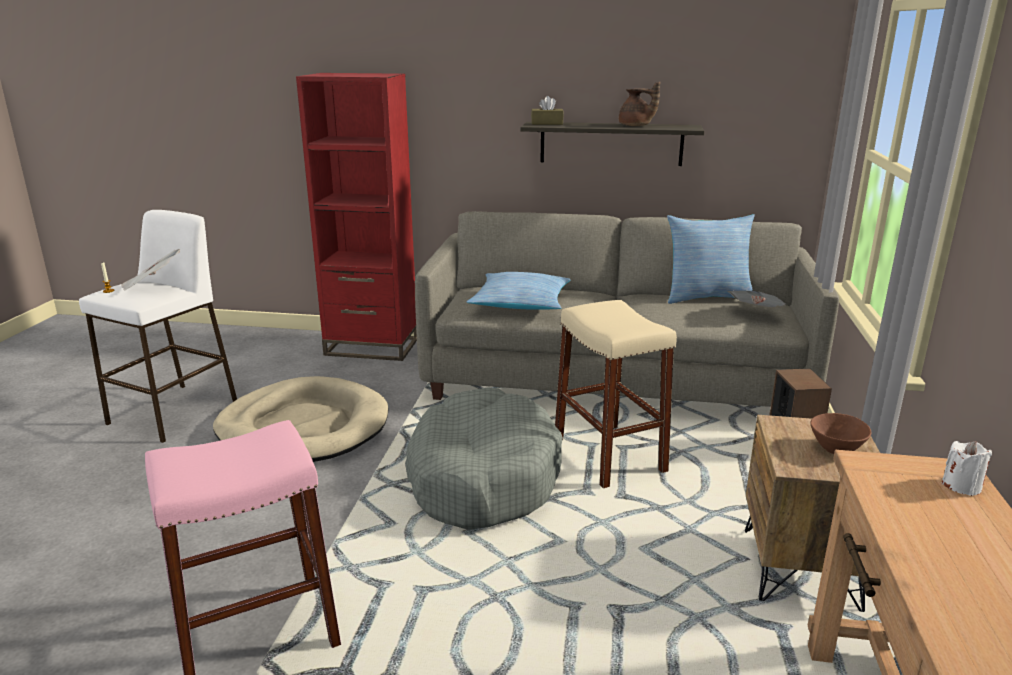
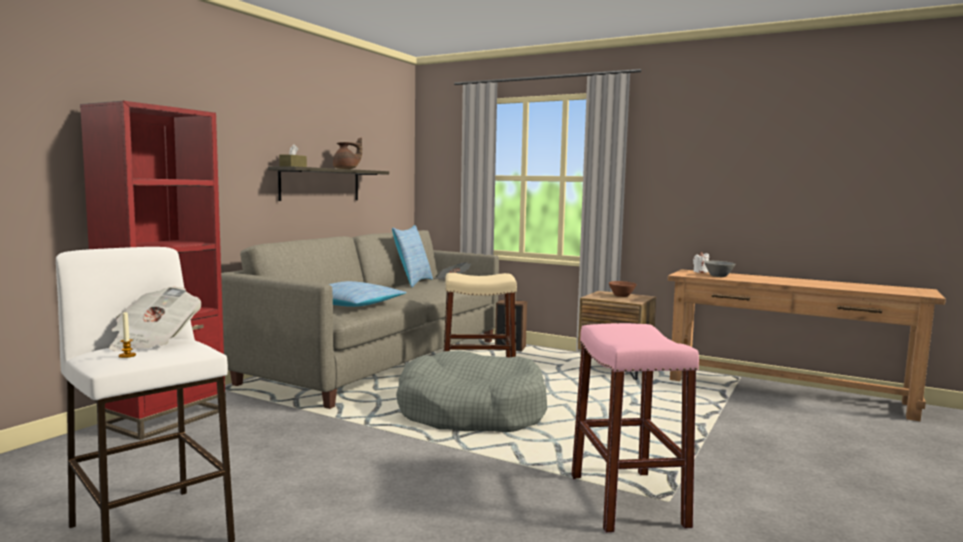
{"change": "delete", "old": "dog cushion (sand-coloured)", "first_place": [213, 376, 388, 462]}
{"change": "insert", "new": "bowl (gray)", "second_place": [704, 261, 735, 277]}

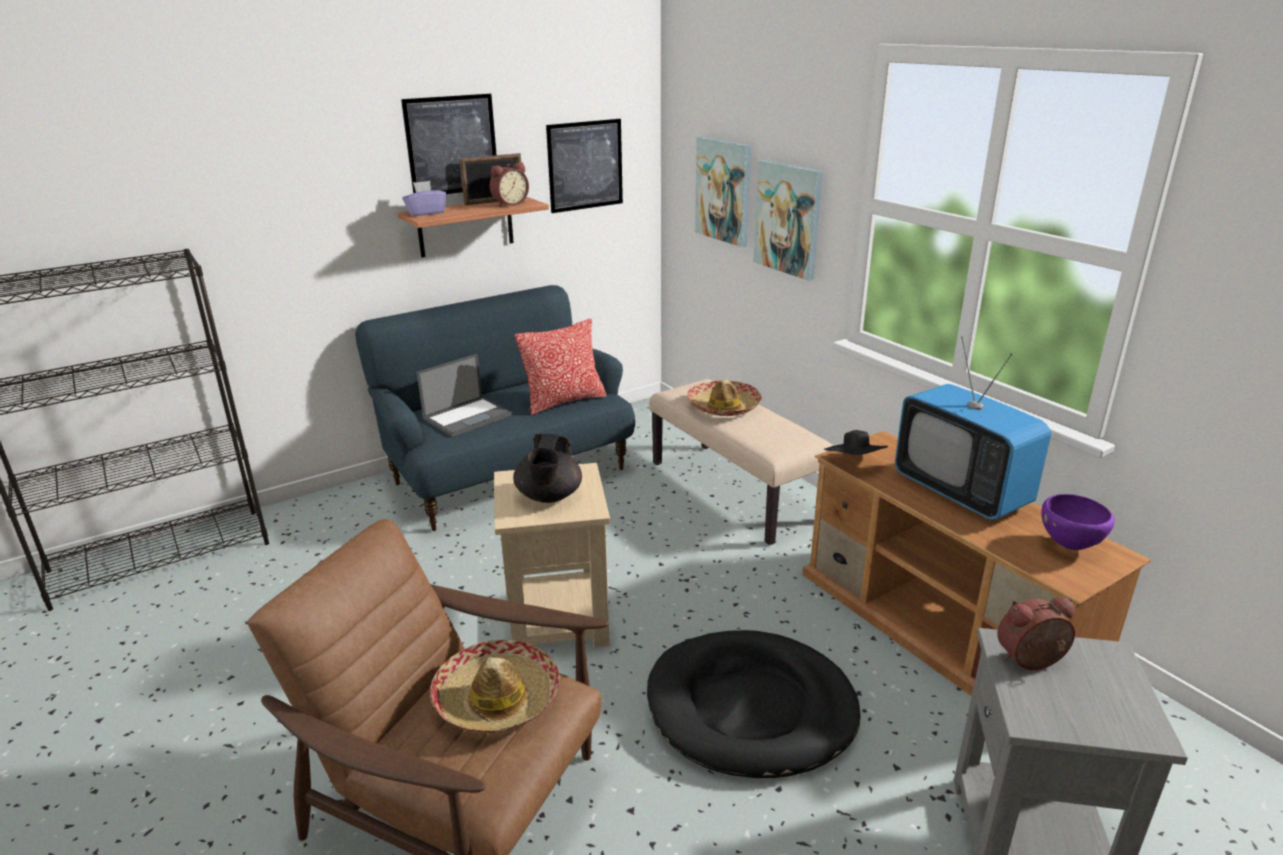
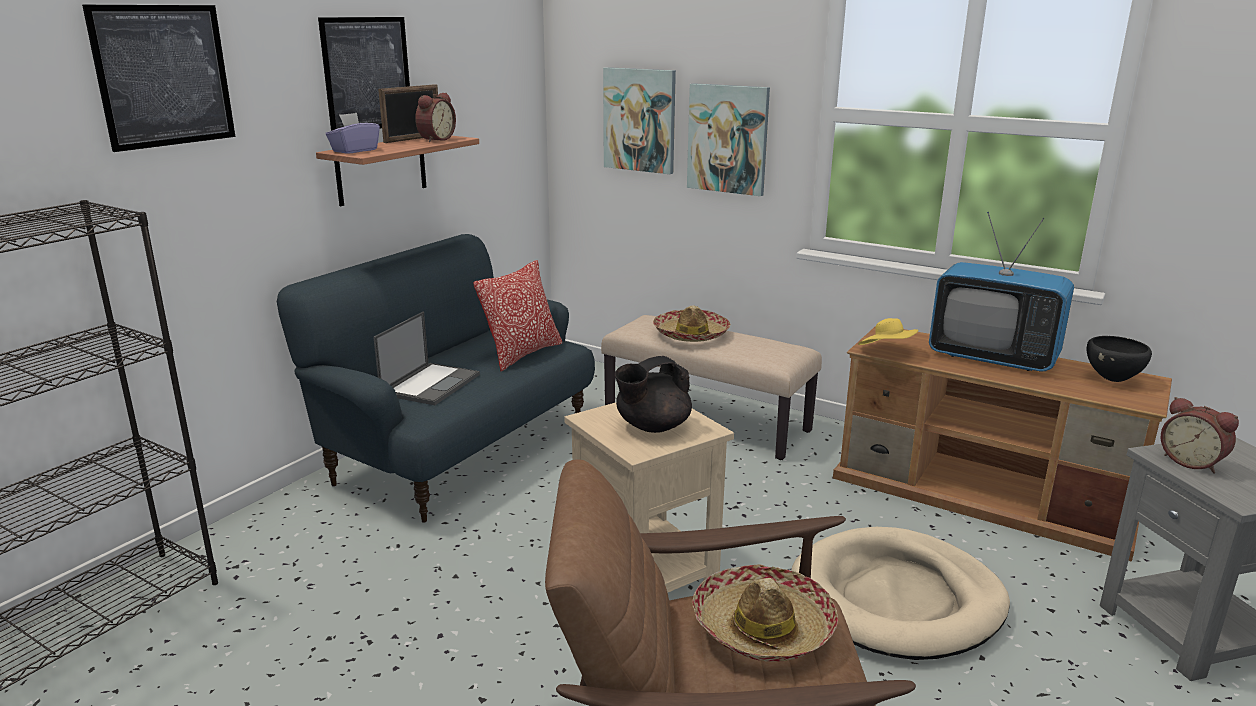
{"change": "rotate", "old": "pot for tea (blackish)", "first_place": [513, 433, 582, 503], "second_place": [615, 356, 692, 433], "degrees": 75}
{"change": "move", "old": "wall art", "first_place": [546, 119, 623, 213], "second_place": [82, 5, 235, 152]}
{"change": "recolor", "old": "dog cushion (blackish)", "new": "dog cushion (sand-coloured)", "first_place": [647, 630, 861, 778], "second_place": [791, 527, 1010, 660]}
{"change": "recolor", "old": "clothing hat (blackish)", "new": "clothing hat (yellow-coloured)", "first_place": [824, 430, 888, 455], "second_place": [858, 318, 919, 345]}
{"change": "rotate", "old": "bedside clock", "first_place": [997, 597, 1075, 670], "second_place": [1161, 397, 1239, 474], "degrees": -90}
{"change": "recolor", "old": "bowl (purplish)", "new": "bowl (blackish)", "first_place": [1041, 494, 1115, 550], "second_place": [1086, 336, 1152, 382]}

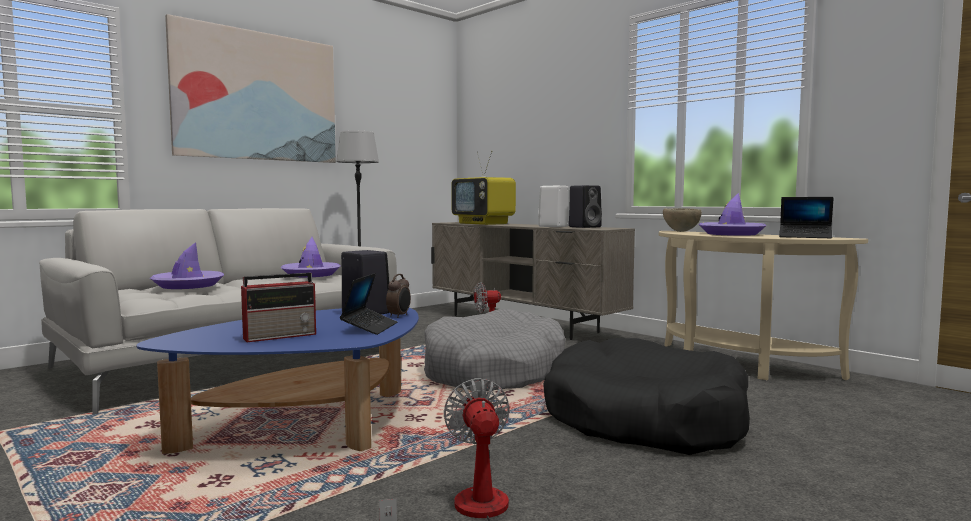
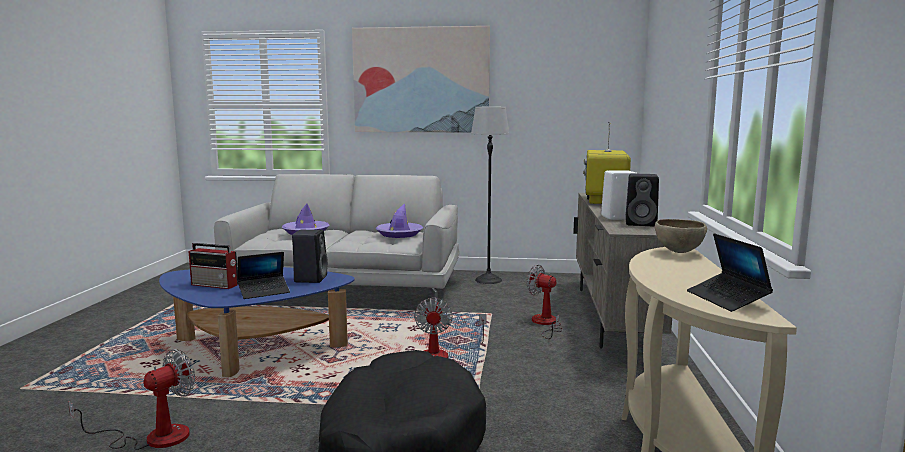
{"change": "delete", "old": "bedside clock", "first_place": [386, 274, 411, 318]}
{"change": "replace", "old": "dog cushion (gray)", "new": "electric fan", "first_place": [424, 309, 565, 391], "second_place": [414, 298, 487, 358]}
{"change": "delete", "old": "clothing hat (purplish)", "first_place": [699, 193, 767, 236]}

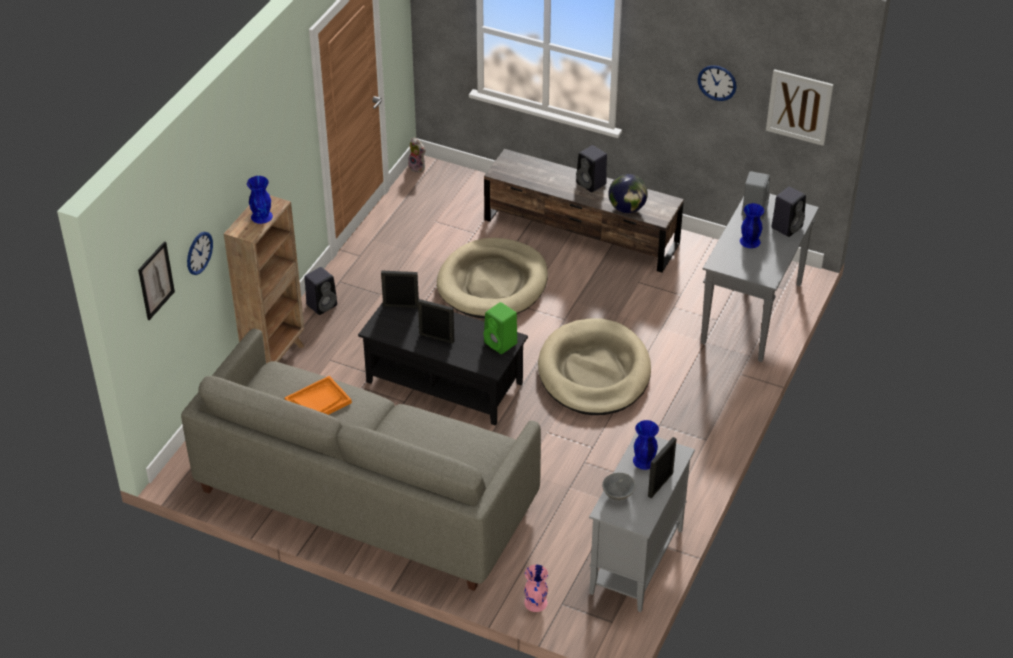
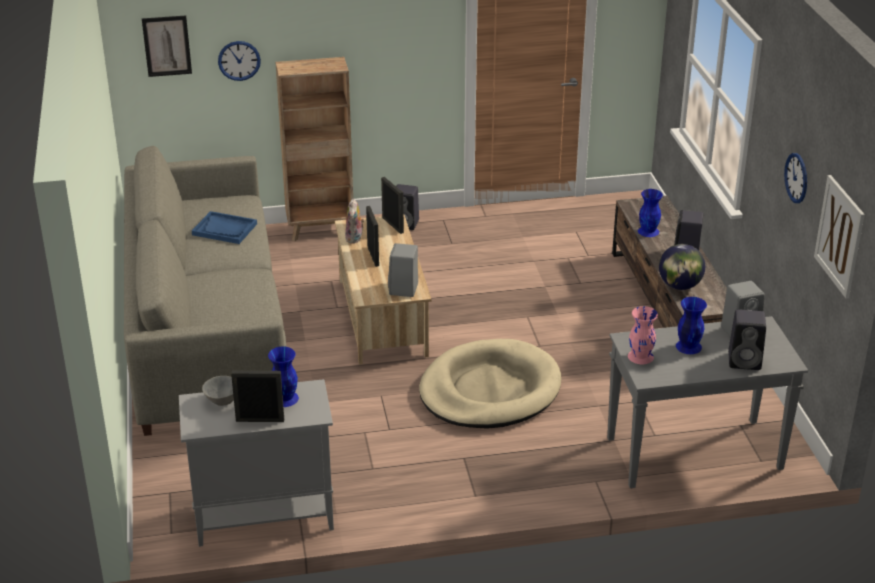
{"change": "move", "old": "flower vase (blue-coloured)", "first_place": [247, 176, 273, 224], "second_place": [638, 189, 663, 237]}
{"change": "recolor", "old": "carrying tray (orangey)", "new": "carrying tray (blue-coloured)", "first_place": [285, 376, 352, 415], "second_place": [192, 211, 257, 244]}
{"change": "recolor", "old": "low table (blackish)", "new": "low table (sand-coloured)", "first_place": [358, 302, 528, 426], "second_place": [335, 215, 432, 365]}
{"change": "move", "old": "cuddly toy", "first_place": [408, 138, 426, 173], "second_place": [345, 198, 365, 244]}
{"change": "delete", "old": "dog cushion (sand-coloured)", "first_place": [437, 238, 548, 318]}
{"change": "recolor", "old": "audio speaker (green-coloured)", "new": "audio speaker (gray)", "first_place": [483, 302, 517, 354], "second_place": [388, 243, 418, 297]}
{"change": "move", "old": "flower vase (pink-coloured)", "first_place": [524, 565, 548, 612], "second_place": [628, 306, 658, 364]}

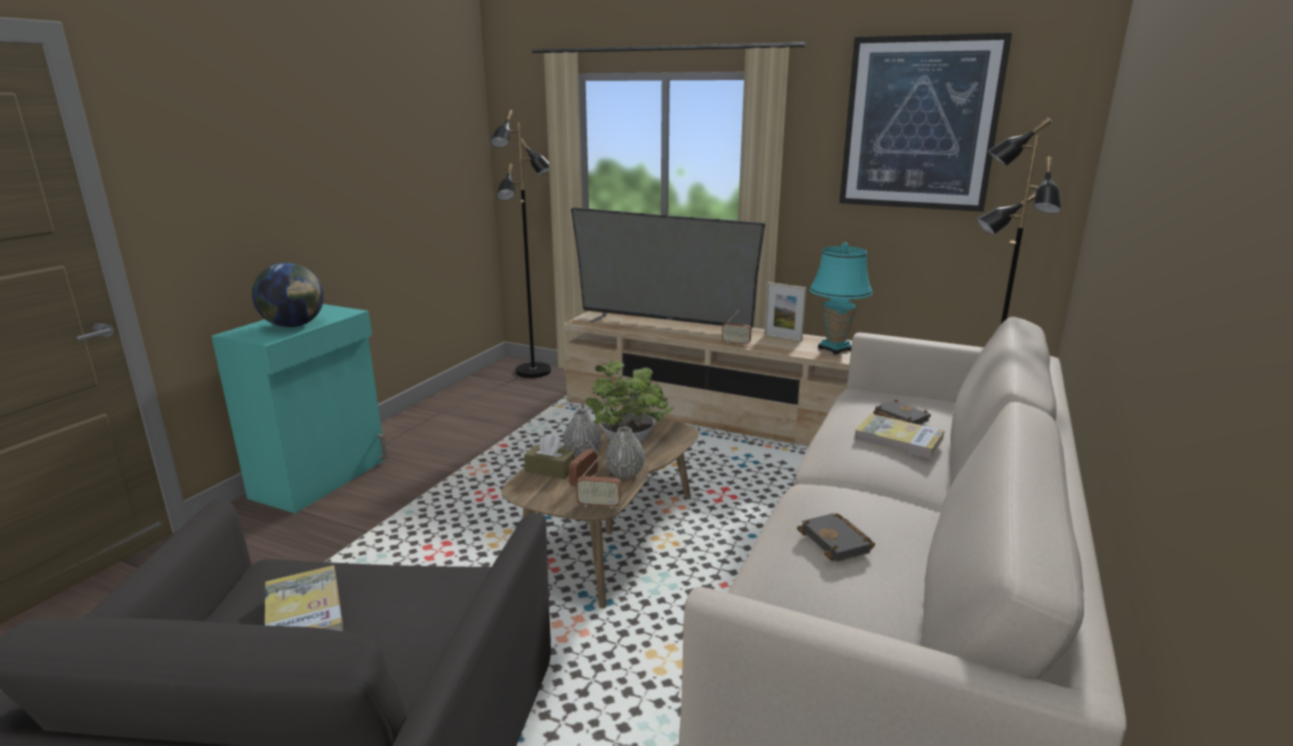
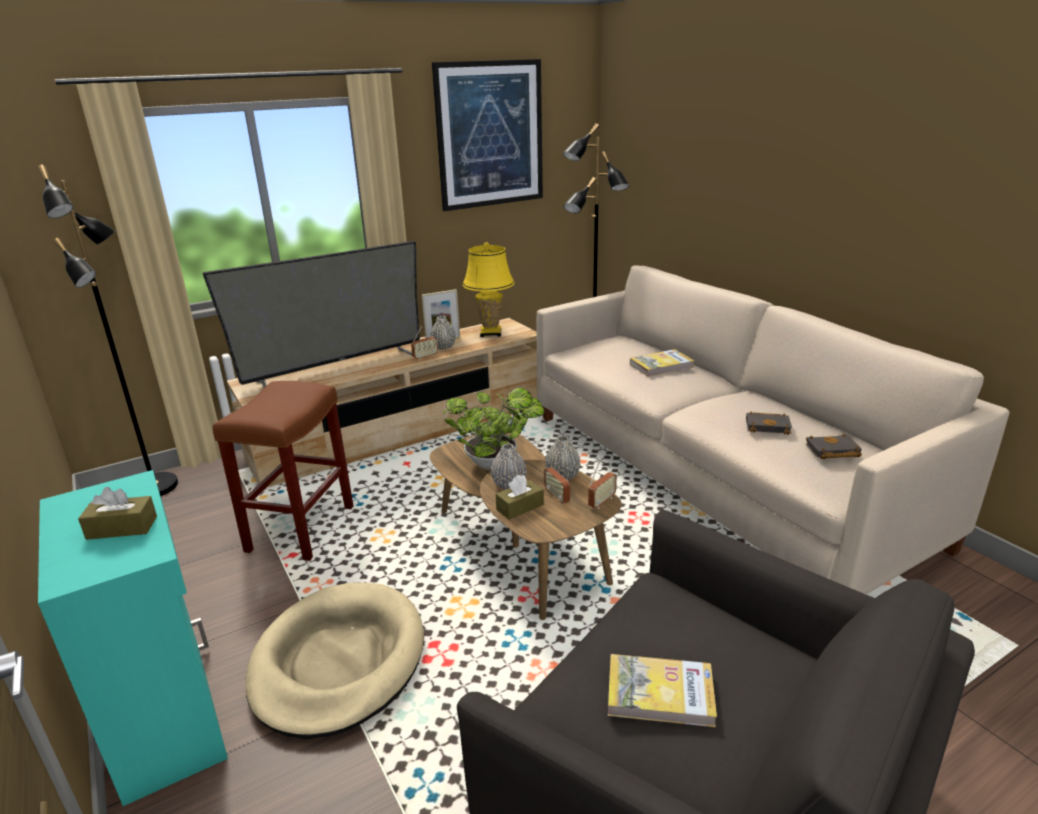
{"change": "replace", "old": "world globe", "new": "tissue holder (brownish)", "first_place": [252, 263, 324, 327], "second_place": [78, 487, 157, 540]}
{"change": "recolor", "old": "tabletop lamp (turquoise)", "new": "tabletop lamp (yellow-coloured)", "first_place": [809, 242, 873, 355], "second_place": [462, 242, 515, 337]}
{"change": "move", "old": "bound book (blackish)", "first_place": [873, 400, 931, 425], "second_place": [806, 434, 862, 459]}
{"change": "insert", "new": "stool seat (brownish)", "second_place": [213, 381, 354, 561]}
{"change": "insert", "new": "dog cushion (sand-coloured)", "second_place": [245, 583, 424, 739]}
{"change": "insert", "new": "flower vase (gray)", "second_place": [430, 316, 456, 350]}

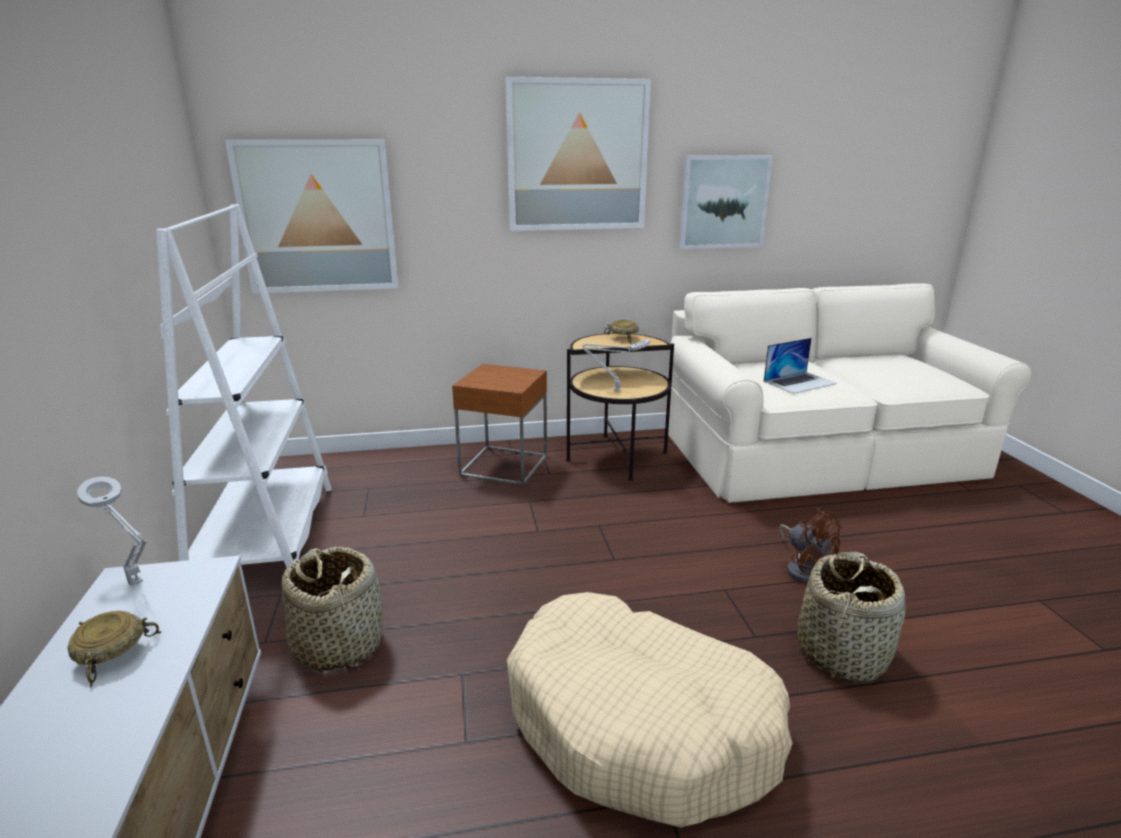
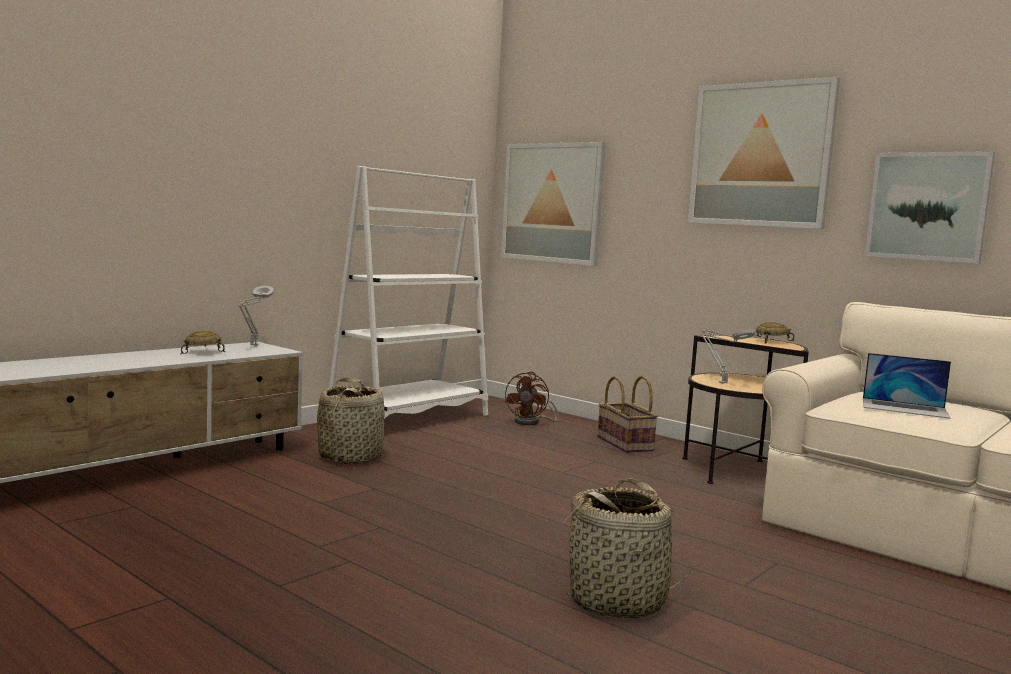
{"change": "replace", "old": "accent table (brownish)", "new": "basket", "first_place": [452, 364, 547, 486], "second_place": [597, 375, 658, 453]}
{"change": "delete", "old": "dog cushion (sand-coloured)", "first_place": [507, 592, 793, 828]}
{"change": "move", "old": "electric fan (brownish)", "first_place": [779, 508, 843, 583], "second_place": [504, 372, 559, 425]}

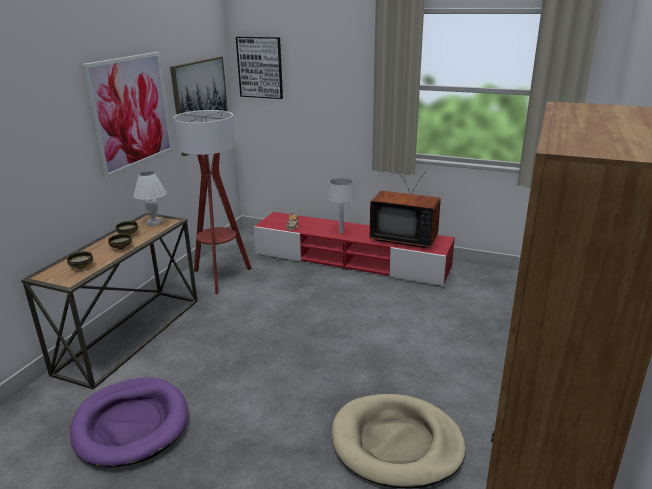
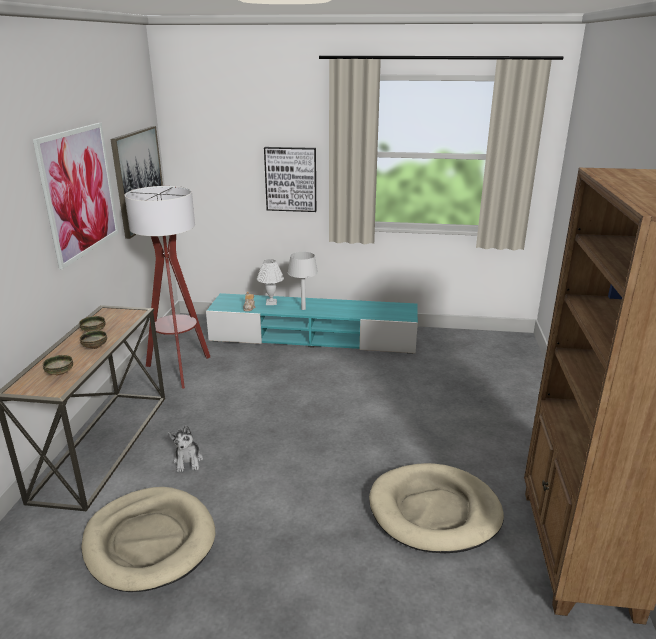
{"change": "recolor", "old": "dog cushion (purplish)", "new": "dog cushion (sand-coloured)", "first_place": [70, 377, 188, 467], "second_place": [81, 487, 215, 592]}
{"change": "move", "old": "tabletop lamp (whitish)", "first_place": [133, 171, 166, 226], "second_place": [257, 259, 284, 305]}
{"change": "move", "old": "wall art", "first_place": [236, 37, 283, 99], "second_place": [264, 147, 316, 212]}
{"change": "recolor", "old": "tv unit (red-coloured)", "new": "tv unit (turquoise)", "first_place": [254, 212, 455, 286], "second_place": [206, 293, 418, 354]}
{"change": "delete", "old": "TV set", "first_place": [370, 173, 441, 248]}
{"change": "insert", "new": "cuddly toy", "second_place": [169, 425, 203, 472]}

